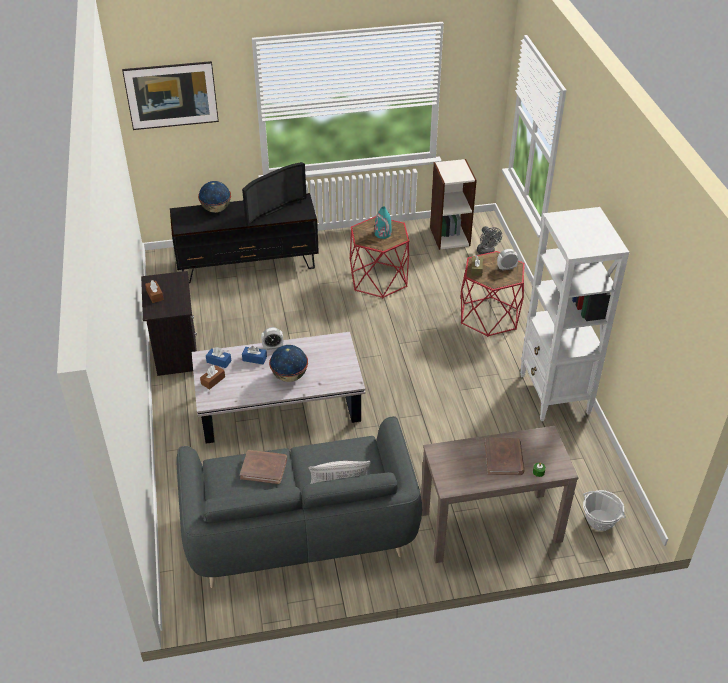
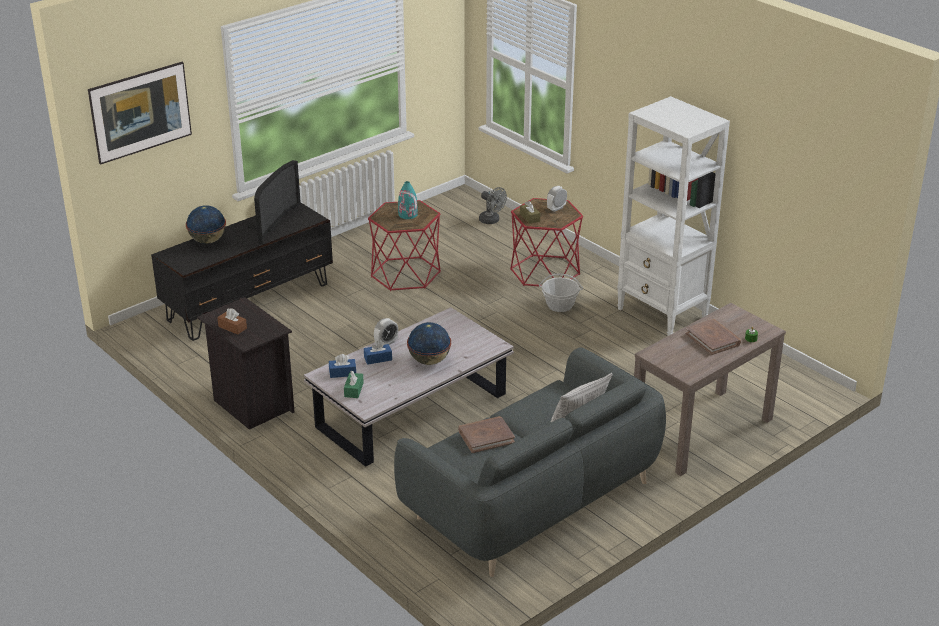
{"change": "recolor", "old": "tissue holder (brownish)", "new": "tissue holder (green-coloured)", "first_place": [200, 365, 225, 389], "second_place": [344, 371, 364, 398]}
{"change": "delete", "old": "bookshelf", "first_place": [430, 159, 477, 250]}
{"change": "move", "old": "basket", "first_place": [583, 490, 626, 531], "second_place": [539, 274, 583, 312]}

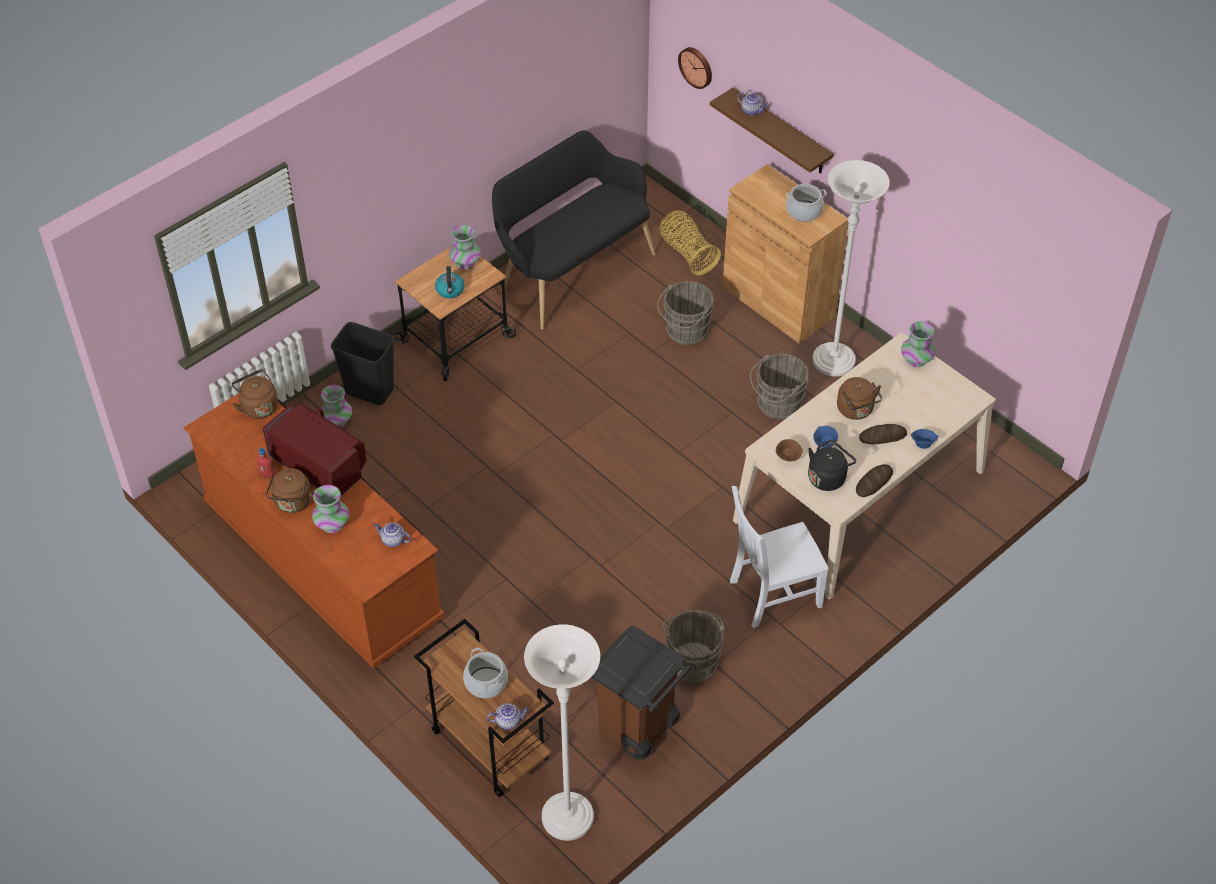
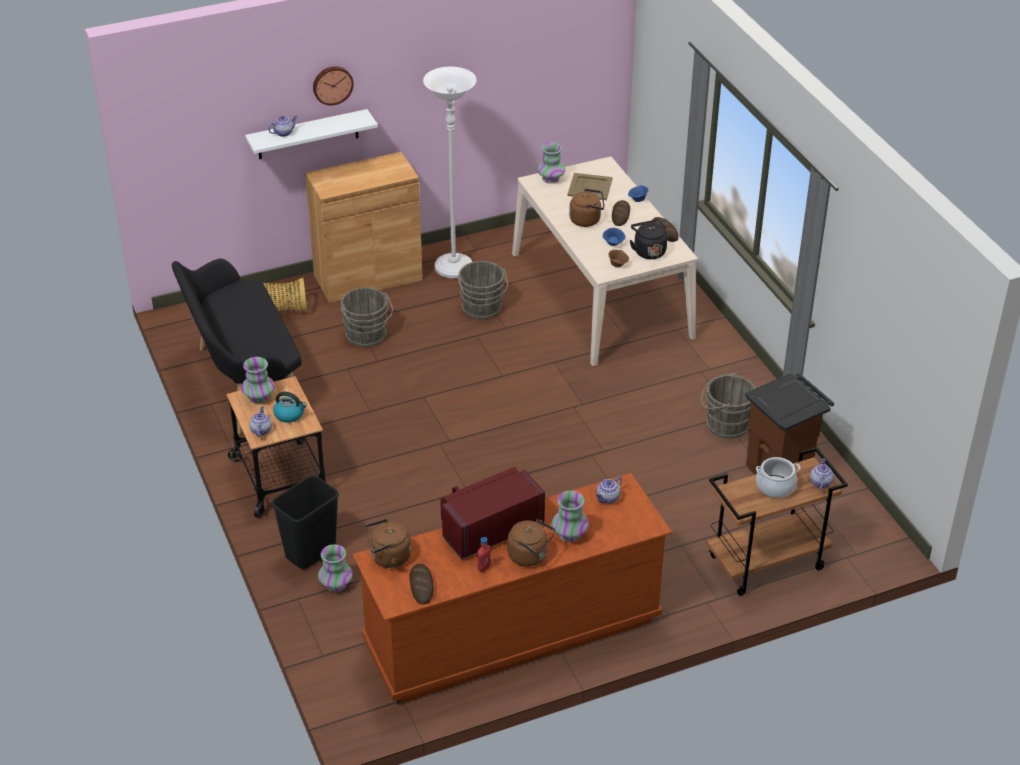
{"change": "delete", "old": "floor lamp (whitish)", "first_place": [524, 624, 600, 841]}
{"change": "move", "old": "wall clock", "first_place": [678, 47, 712, 89], "second_place": [313, 66, 354, 106]}
{"change": "recolor", "old": "bracket shelf (brownish)", "new": "bracket shelf (whitish)", "first_place": [710, 87, 834, 174], "second_place": [245, 109, 378, 159]}
{"change": "delete", "old": "upright chair (whitish)", "first_place": [730, 486, 828, 628]}
{"change": "delete", "old": "cooking pot", "first_place": [786, 184, 827, 222]}
{"change": "insert", "new": "pot for tea", "second_place": [249, 407, 272, 437]}
{"change": "insert", "new": "bread", "second_place": [409, 564, 434, 605]}
{"change": "insert", "new": "carrying tray (sand-coloured)", "second_place": [567, 173, 613, 200]}

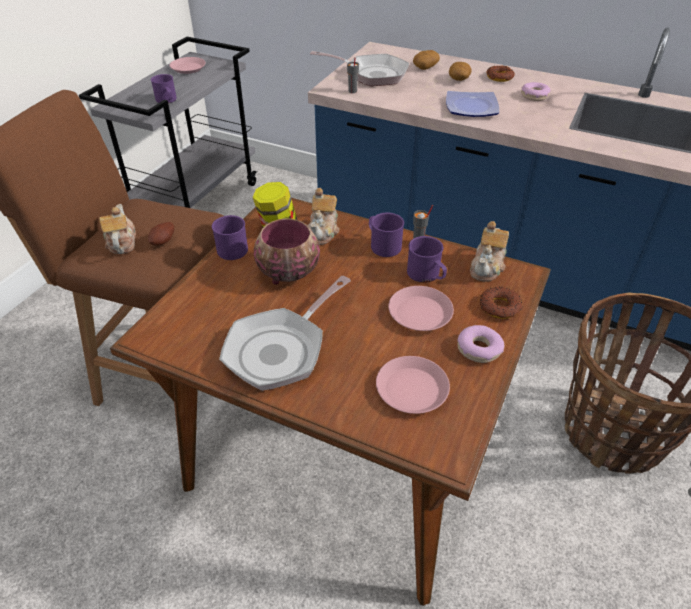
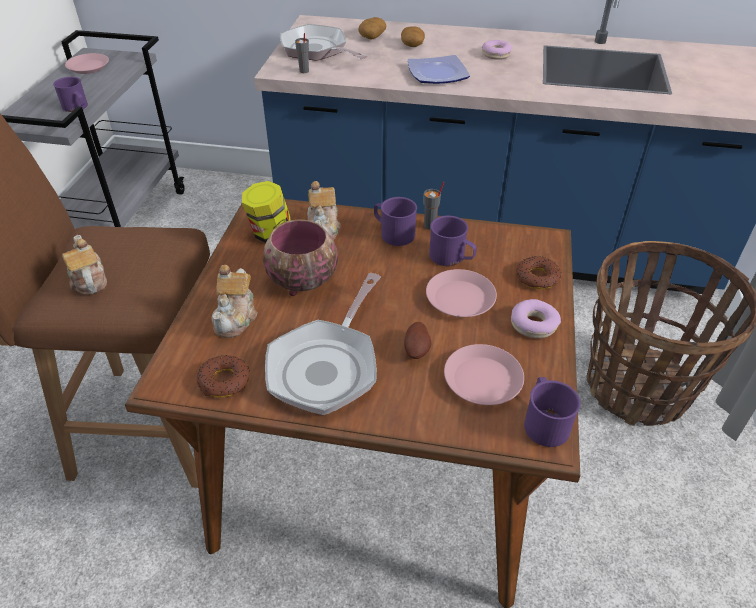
{"change": "move", "old": "whole potato", "first_place": [148, 222, 174, 245], "second_place": [404, 322, 432, 359]}
{"change": "move", "old": "coffee mug (purplish)", "first_place": [212, 215, 248, 260], "second_place": [524, 377, 581, 447]}
{"change": "rotate", "old": "pan", "first_place": [310, 51, 409, 86], "second_place": [280, 24, 367, 61], "degrees": -135}
{"change": "move", "old": "pot for tea", "first_place": [470, 221, 509, 282], "second_place": [211, 265, 258, 338]}
{"change": "move", "old": "ring doughnut", "first_place": [486, 65, 515, 82], "second_place": [196, 355, 250, 398]}

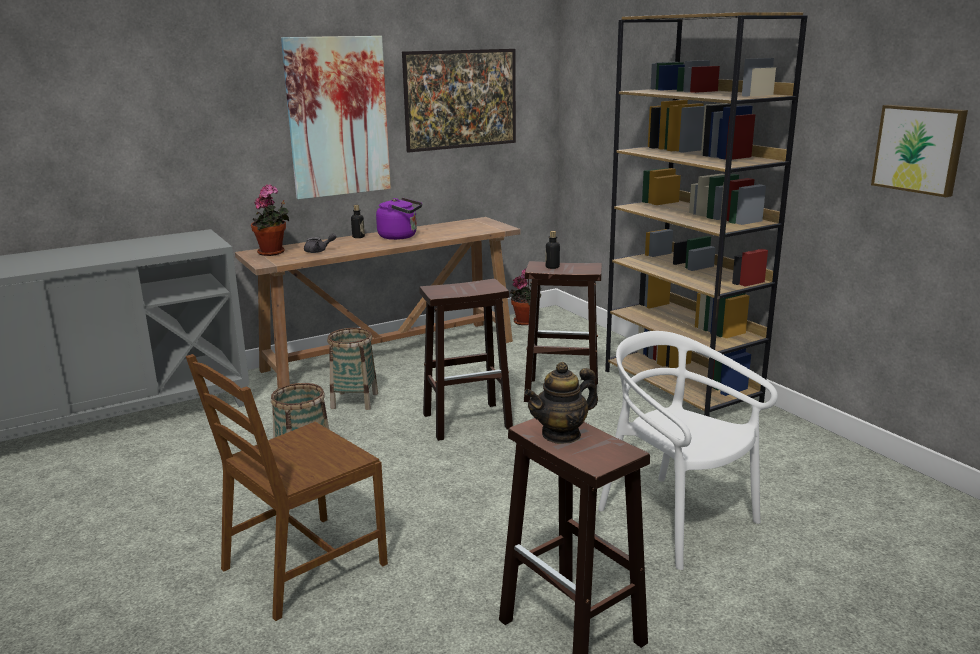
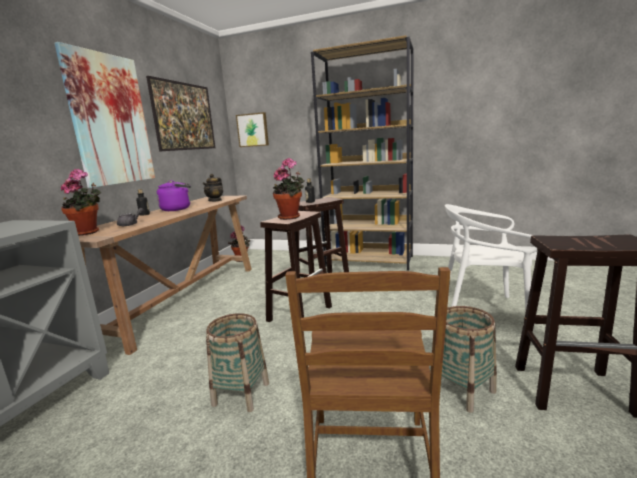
{"change": "move", "old": "basket", "first_place": [327, 328, 378, 410], "second_place": [442, 306, 497, 413]}
{"change": "move", "old": "pot for tea", "first_place": [524, 362, 598, 444], "second_place": [203, 174, 223, 202]}
{"change": "move", "old": "wall art", "first_place": [871, 105, 968, 197], "second_place": [236, 112, 269, 147]}
{"change": "insert", "new": "plant in a pot", "second_place": [273, 158, 304, 220]}

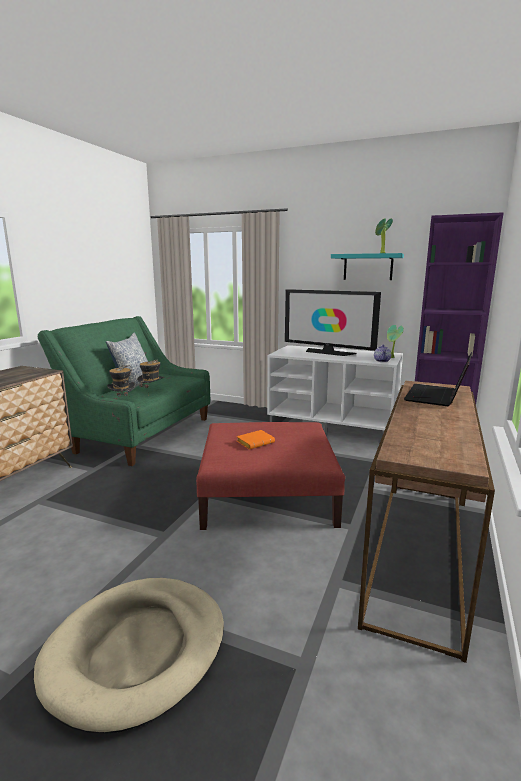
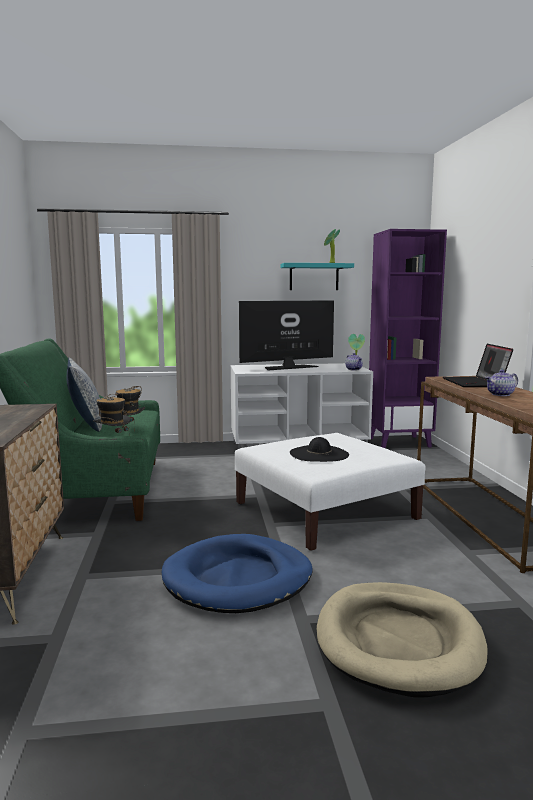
{"change": "recolor", "old": "ottoman (red-coloured)", "new": "ottoman (whitish)", "first_place": [196, 422, 345, 530], "second_place": [235, 433, 426, 551]}
{"change": "replace", "old": "bound book (orangey)", "new": "clothing hat (blackish)", "first_place": [237, 430, 275, 450], "second_place": [290, 437, 349, 462]}
{"change": "rotate", "old": "TV set", "first_place": [285, 289, 381, 356], "second_place": [239, 300, 334, 371], "degrees": 150}
{"change": "insert", "new": "dog cushion (blue-coloured)", "second_place": [162, 534, 313, 613]}
{"change": "insert", "new": "pot for tea", "second_place": [485, 370, 518, 396]}

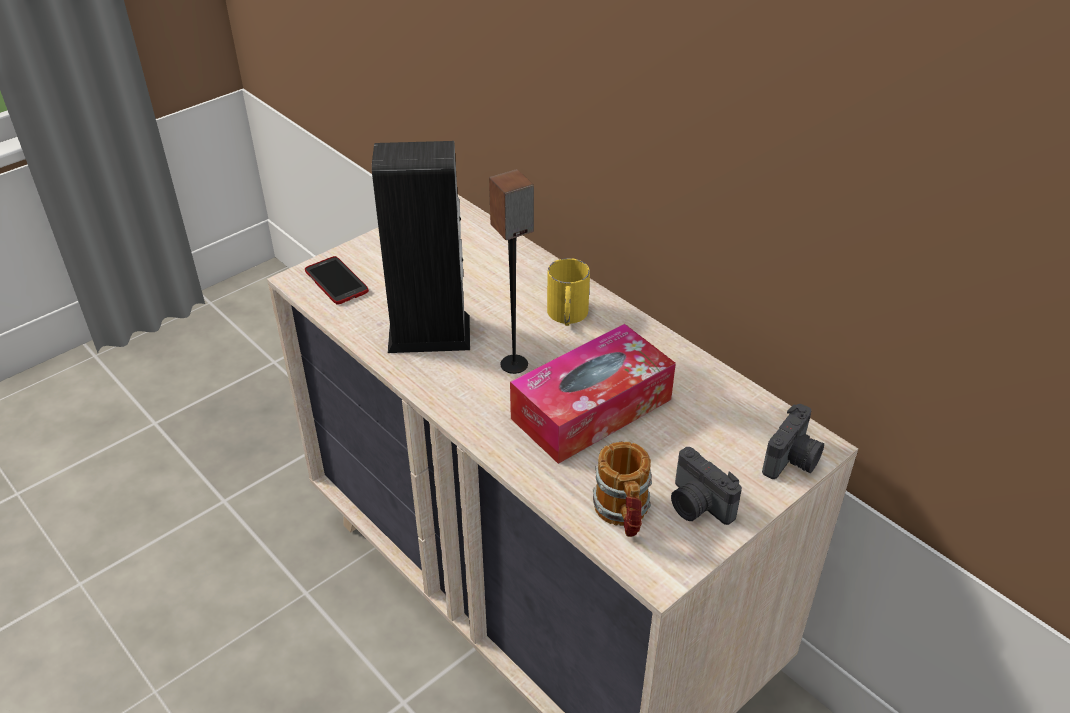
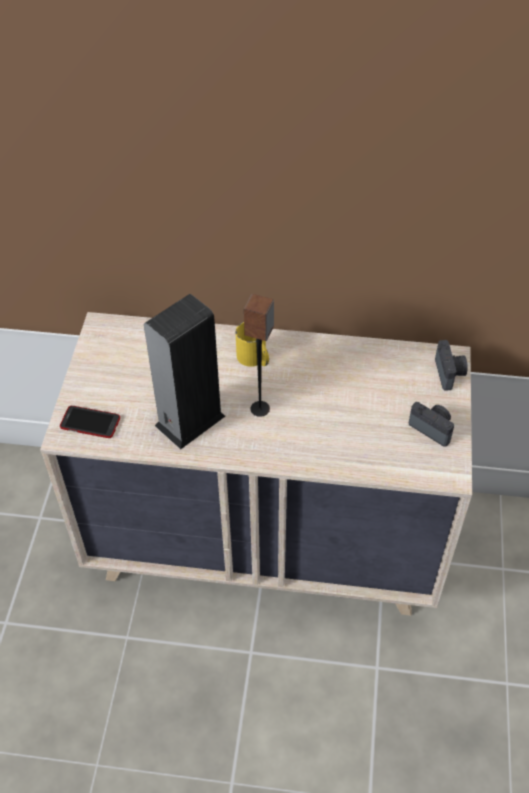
{"change": "delete", "old": "tissue holder", "first_place": [510, 324, 676, 464]}
{"change": "delete", "old": "coffee mug", "first_place": [593, 441, 652, 537]}
{"change": "rotate", "old": "still camera", "first_place": [671, 447, 742, 525], "second_place": [408, 402, 454, 447], "degrees": -150}

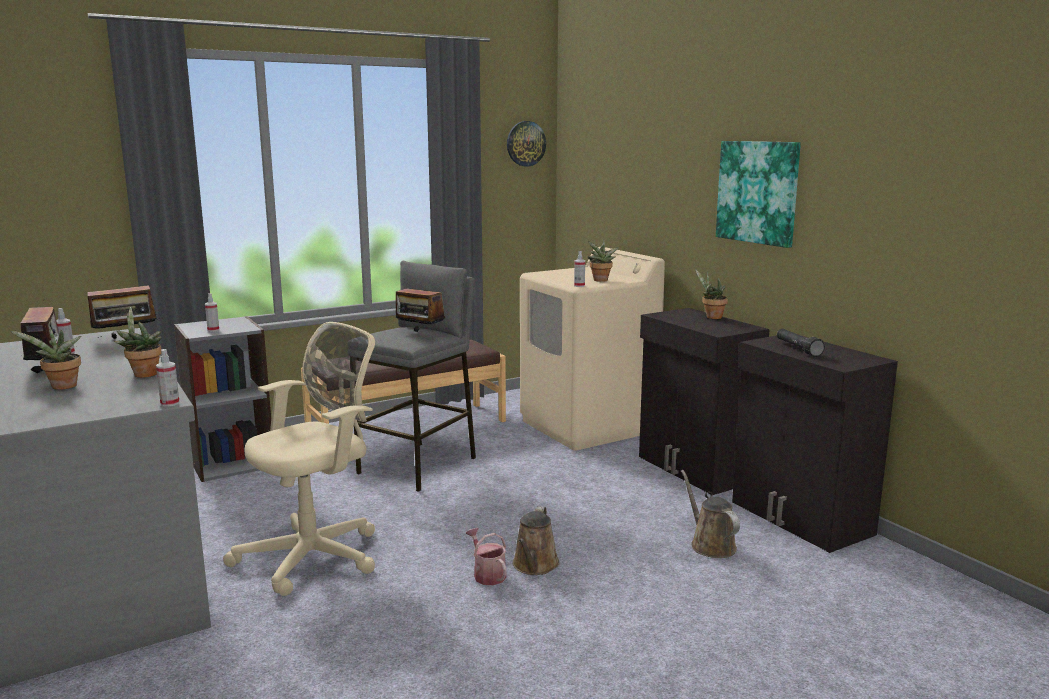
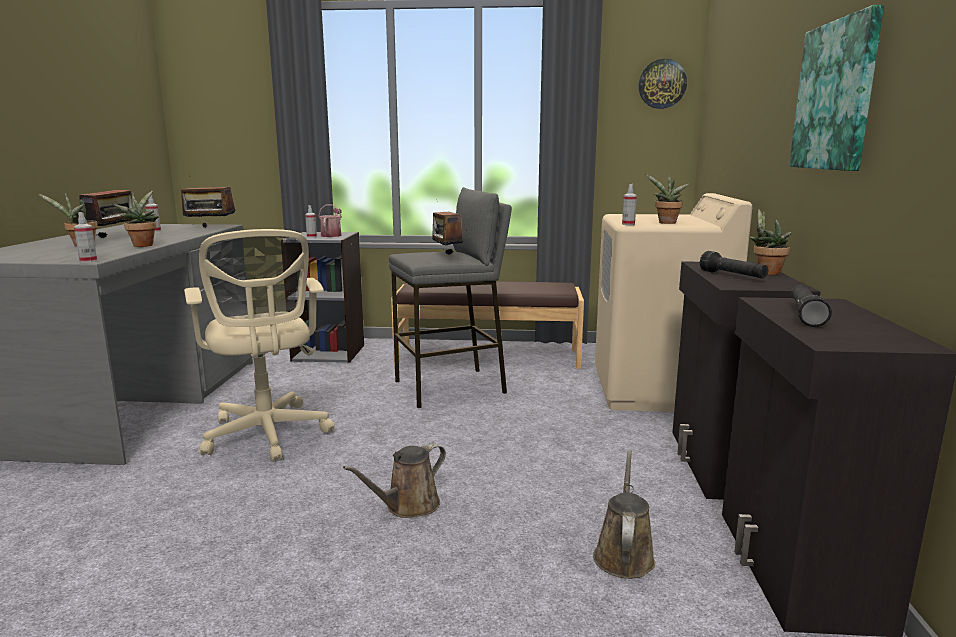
{"change": "rotate", "old": "office chair (sand-coloured)", "first_place": [223, 322, 375, 596], "second_place": [184, 229, 334, 462], "degrees": 75}
{"change": "move", "old": "watering can", "first_place": [466, 528, 507, 585], "second_place": [318, 204, 342, 237]}
{"change": "insert", "new": "hand torch (blackish)", "second_place": [700, 251, 768, 279]}

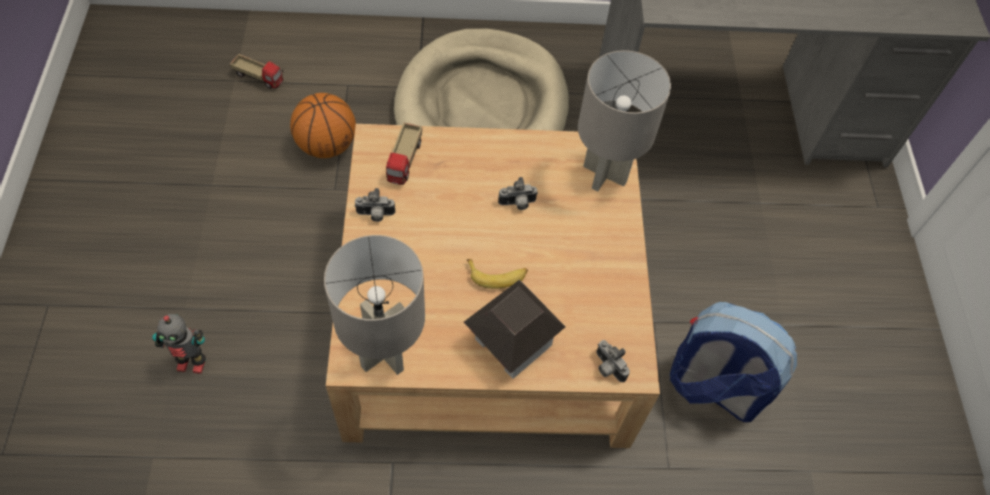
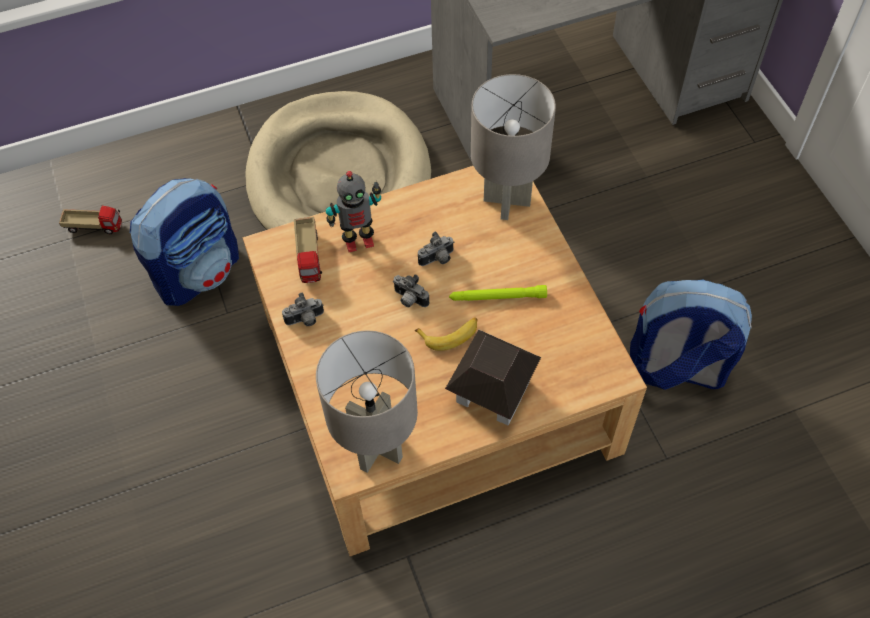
{"change": "move", "old": "model robot", "first_place": [152, 314, 206, 374], "second_place": [326, 171, 381, 252]}
{"change": "replace", "old": "ball for basketball", "new": "rucksack", "first_place": [290, 93, 356, 158], "second_place": [130, 178, 239, 306]}
{"change": "move", "old": "still camera", "first_place": [596, 340, 630, 382], "second_place": [393, 274, 430, 307]}
{"change": "insert", "new": "hand torch (green-coloured)", "second_place": [449, 285, 547, 301]}

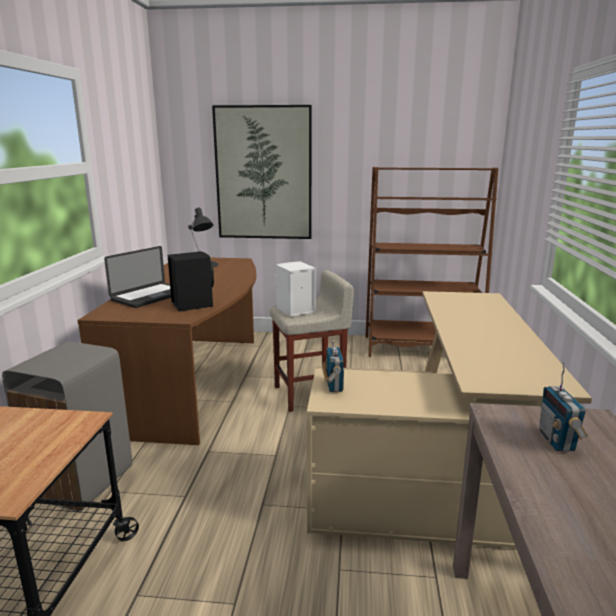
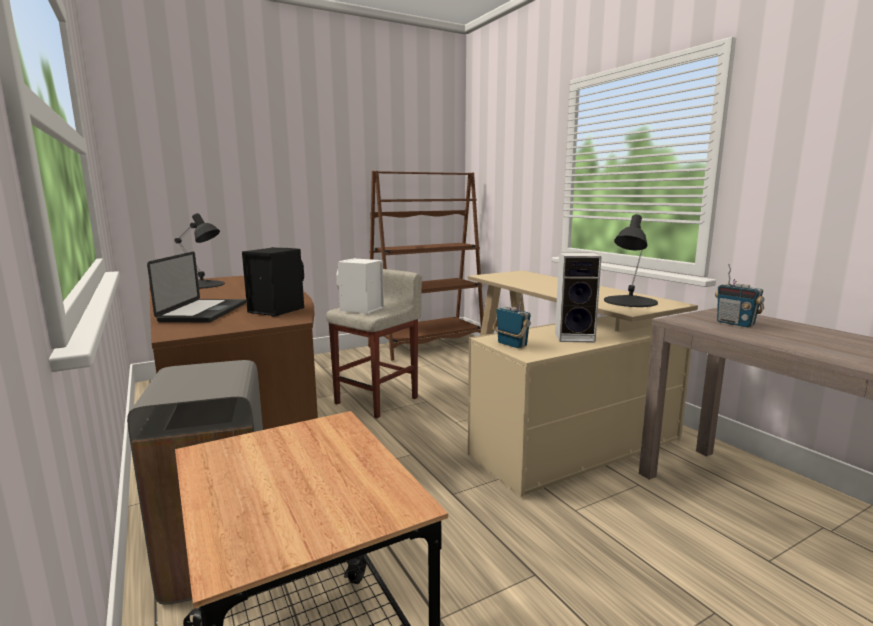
{"change": "delete", "old": "wall art", "first_place": [212, 105, 312, 239]}
{"change": "insert", "new": "audio speaker", "second_place": [555, 252, 602, 343]}
{"change": "insert", "new": "tabletop lamp (blackish)", "second_place": [604, 214, 658, 307]}

